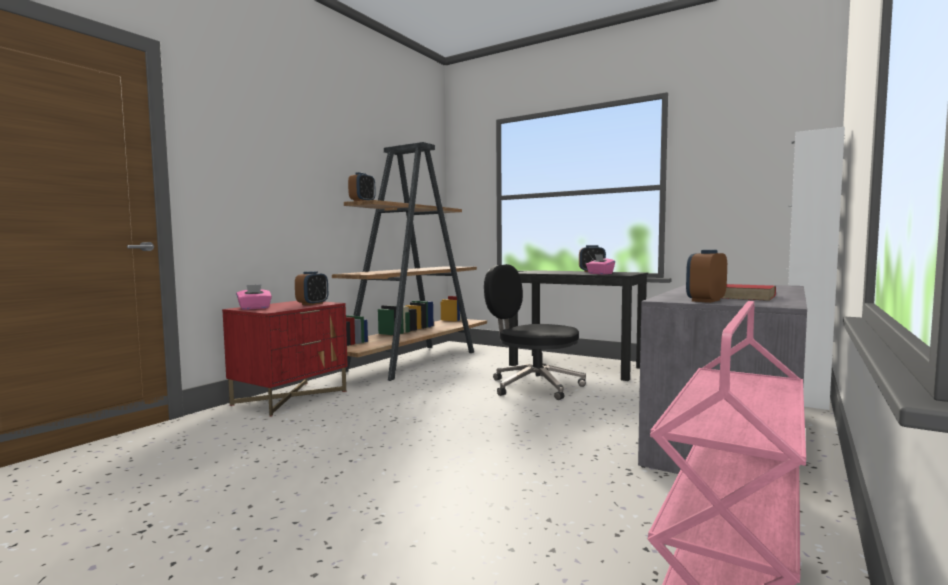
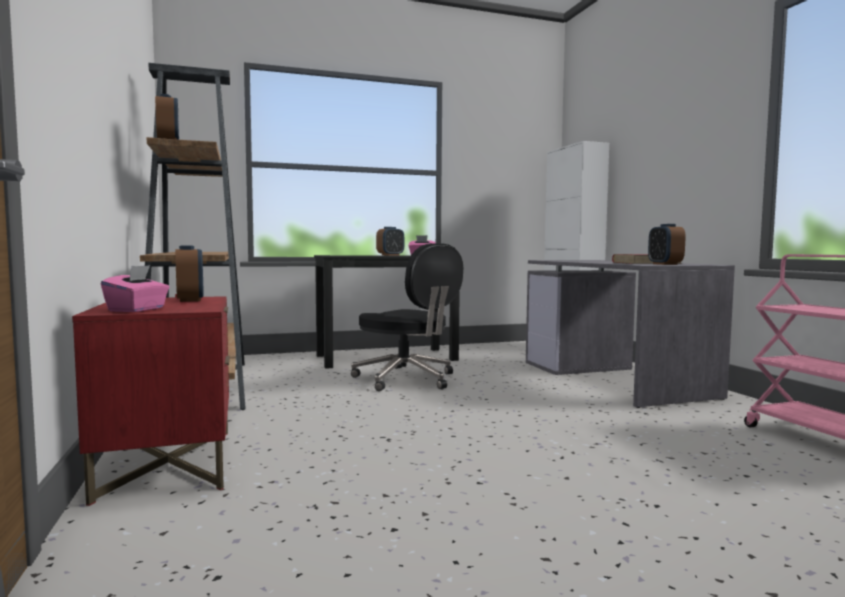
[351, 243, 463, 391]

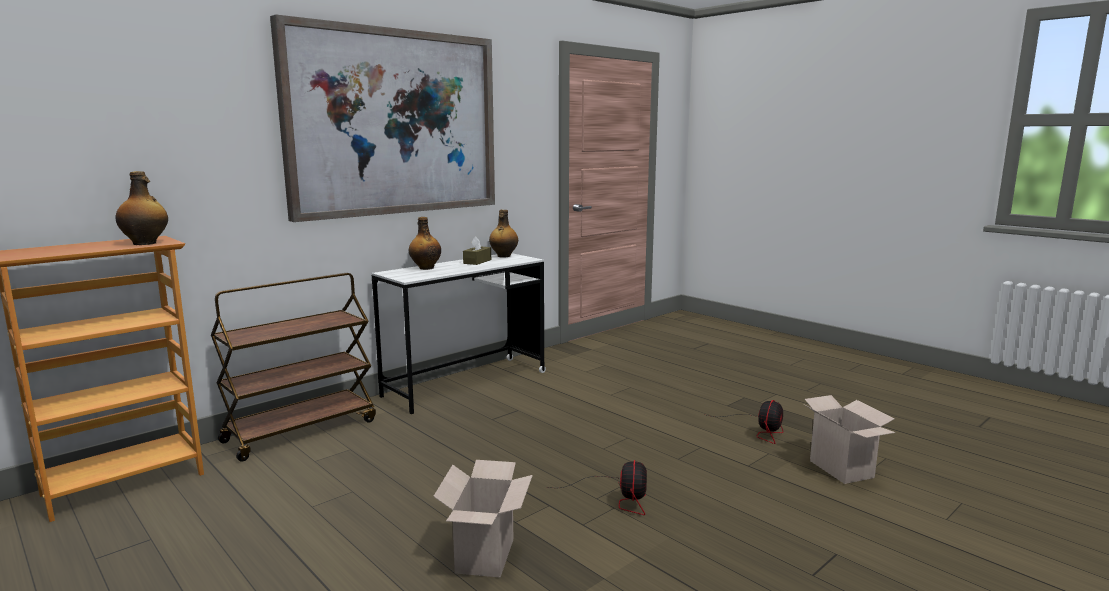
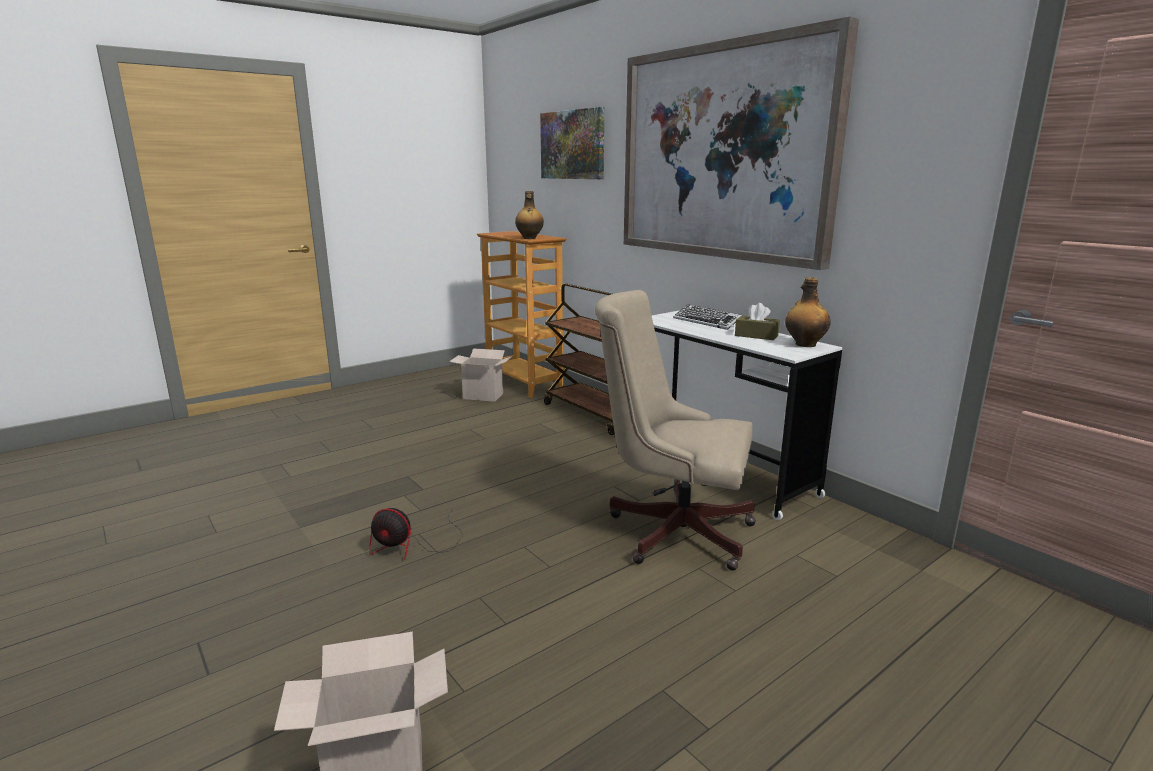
[673, 304, 742, 330]
[707, 400, 783, 444] (first image)
[449, 348, 512, 402]
[540, 107, 604, 179]
[595, 290, 756, 571]

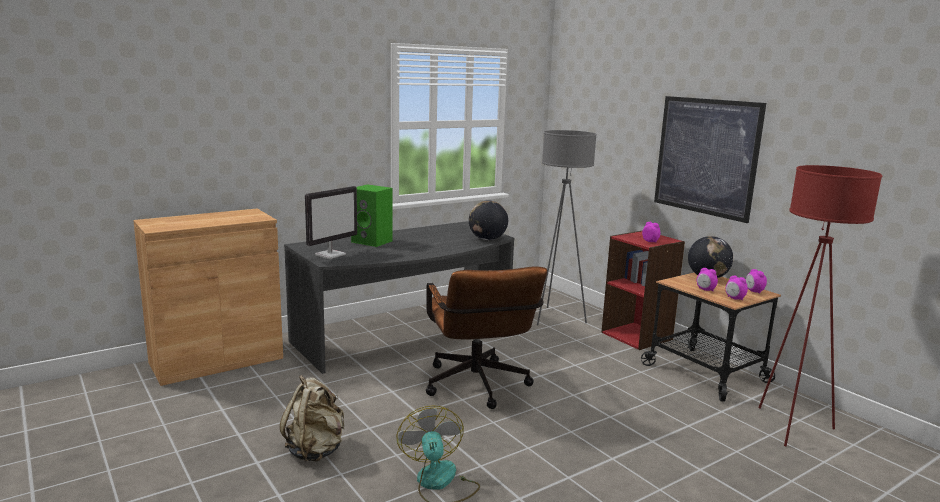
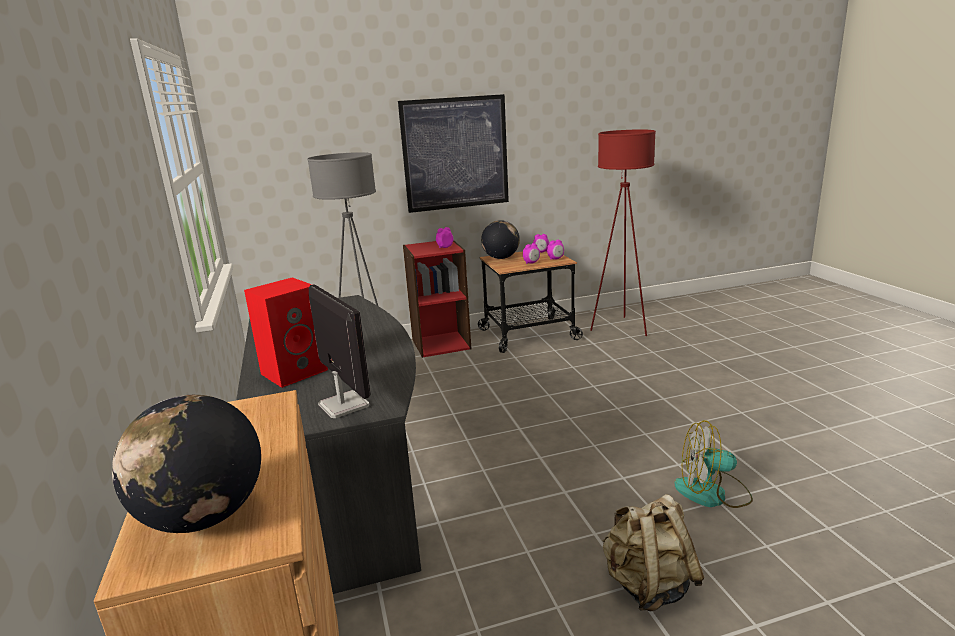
[244, 277, 328, 388]
[112, 395, 261, 533]
[426, 267, 547, 409] (first image)

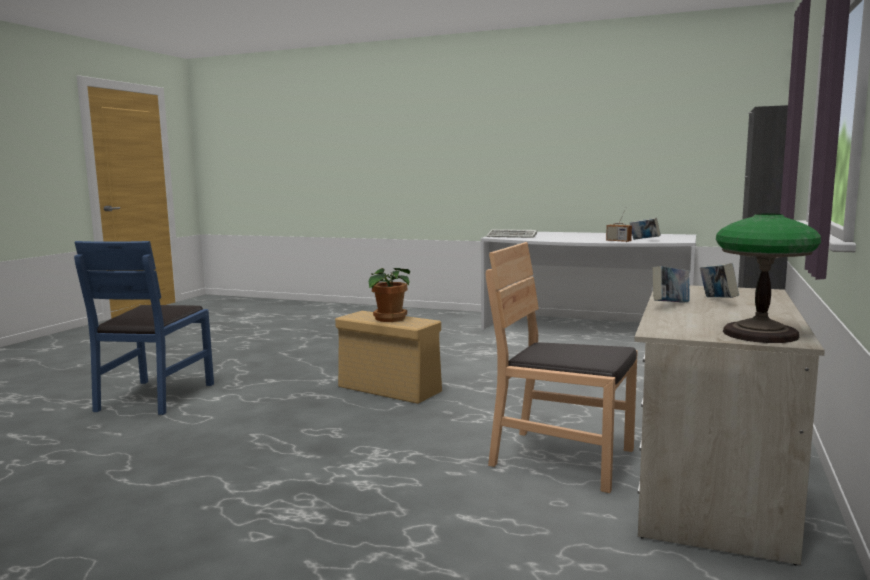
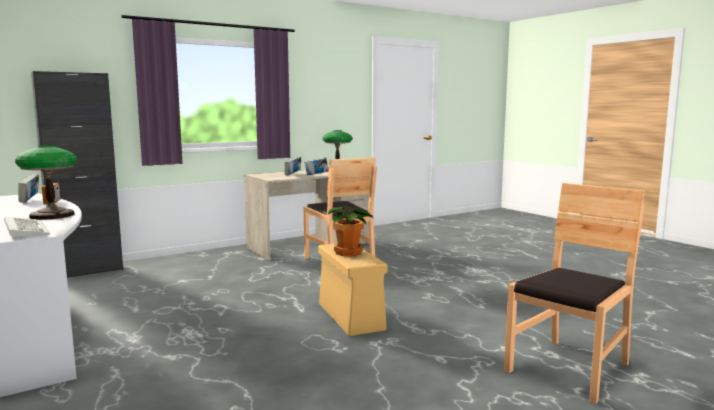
[504, 183, 645, 404]
[15, 145, 77, 220]

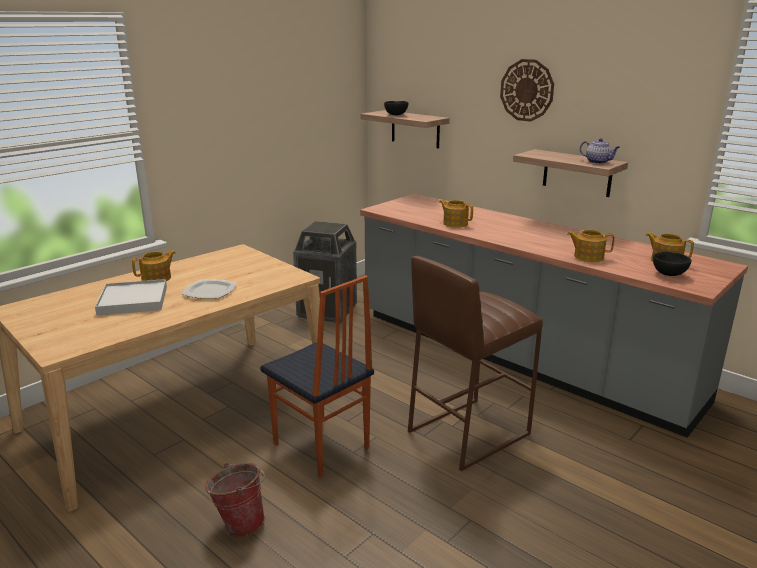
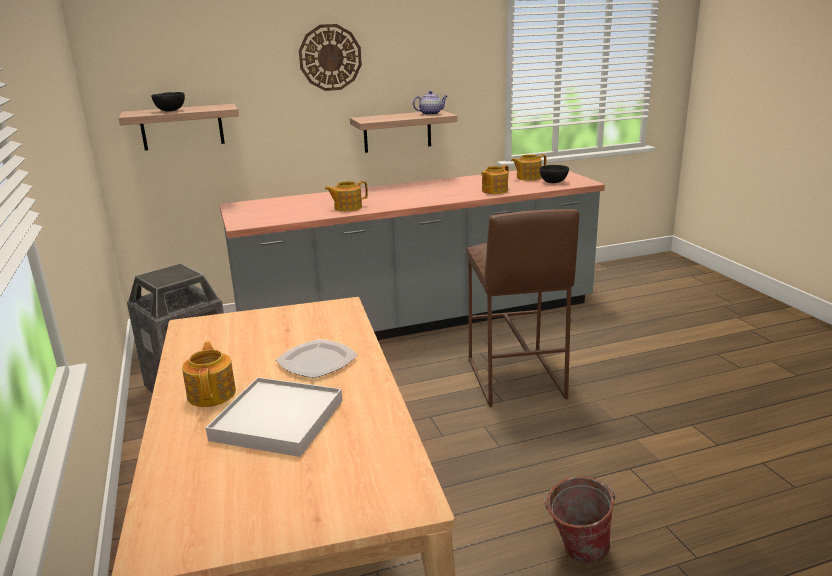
[260, 275, 374, 478] (first image)

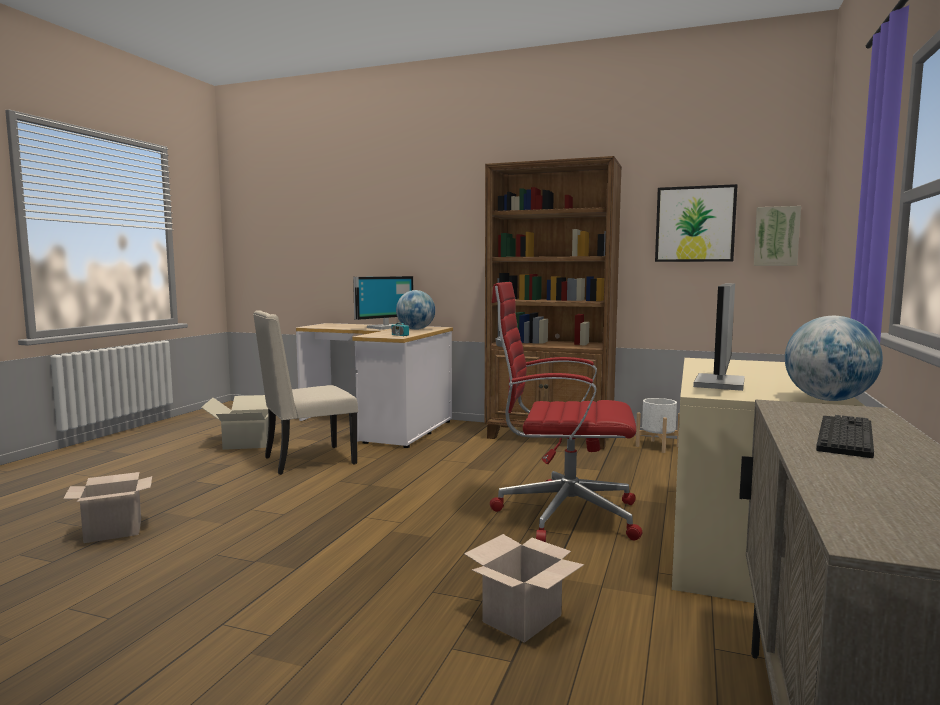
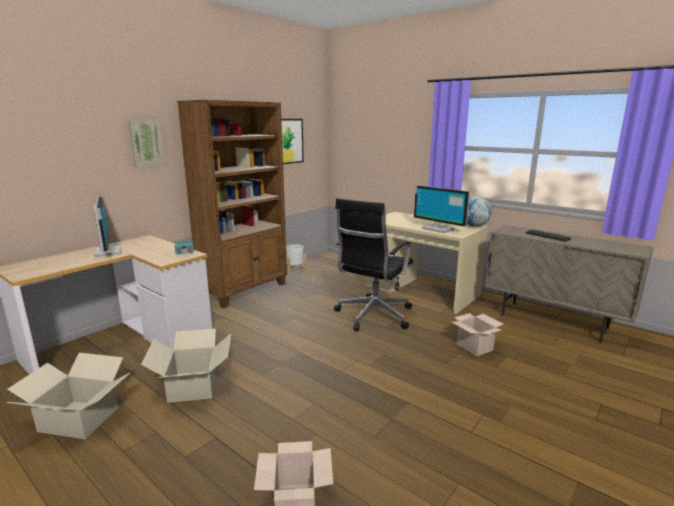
[128, 121, 165, 167]
[334, 198, 413, 331]
[396, 290, 435, 330] (first image)
[141, 329, 231, 403]

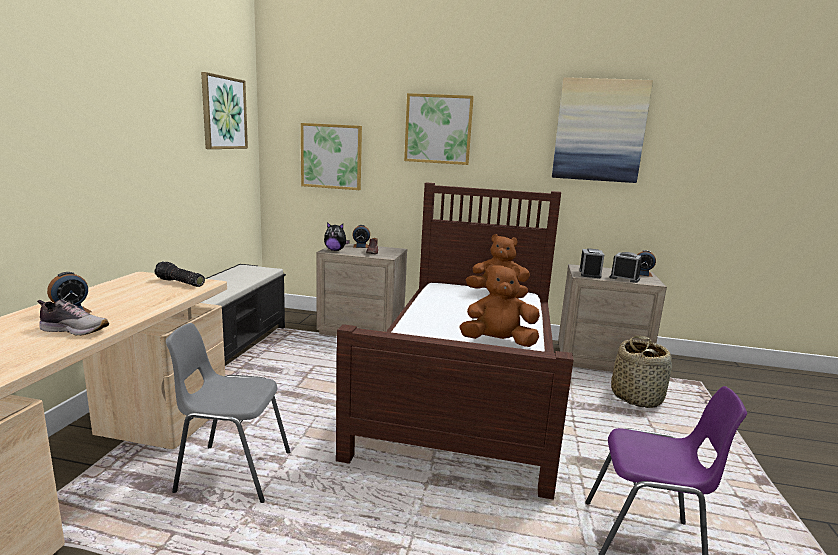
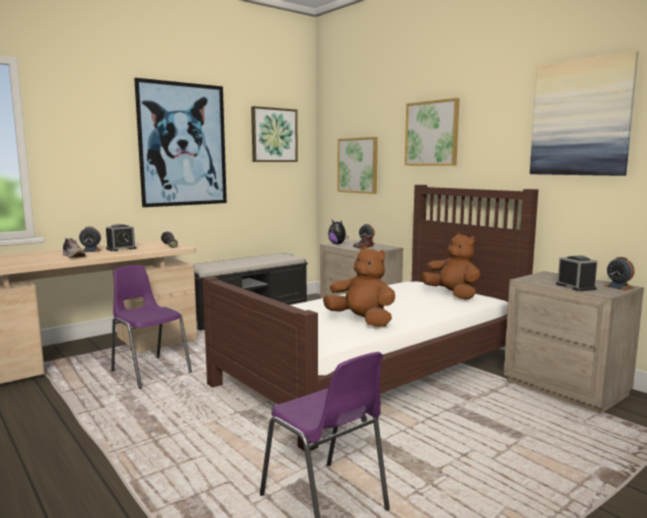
[106, 224, 137, 251]
[111, 265, 192, 389]
[611, 336, 672, 408] (first image)
[134, 78, 227, 207]

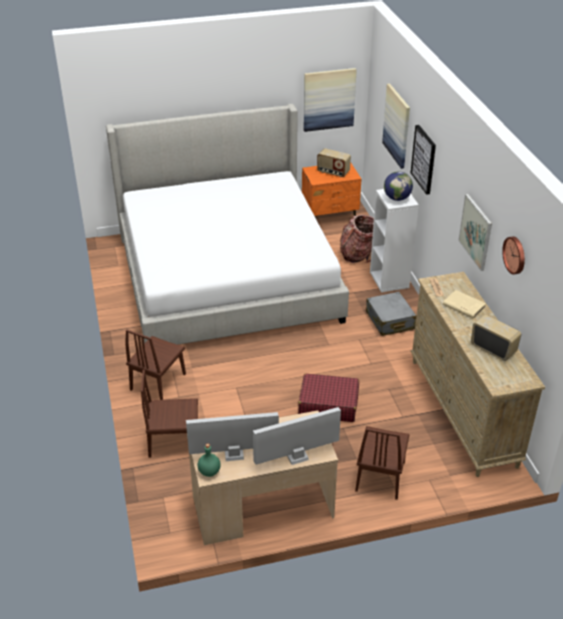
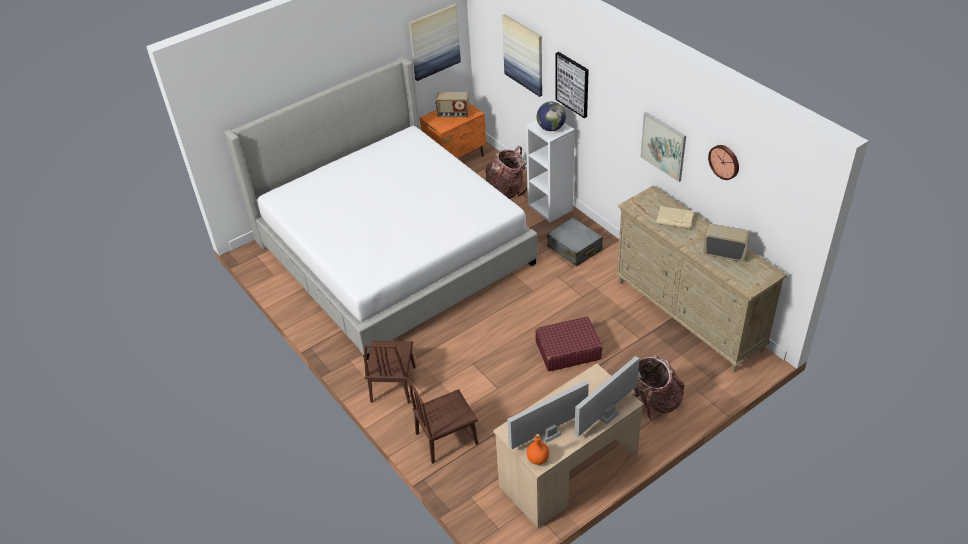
[633, 355, 685, 421]
[527, 434, 549, 465]

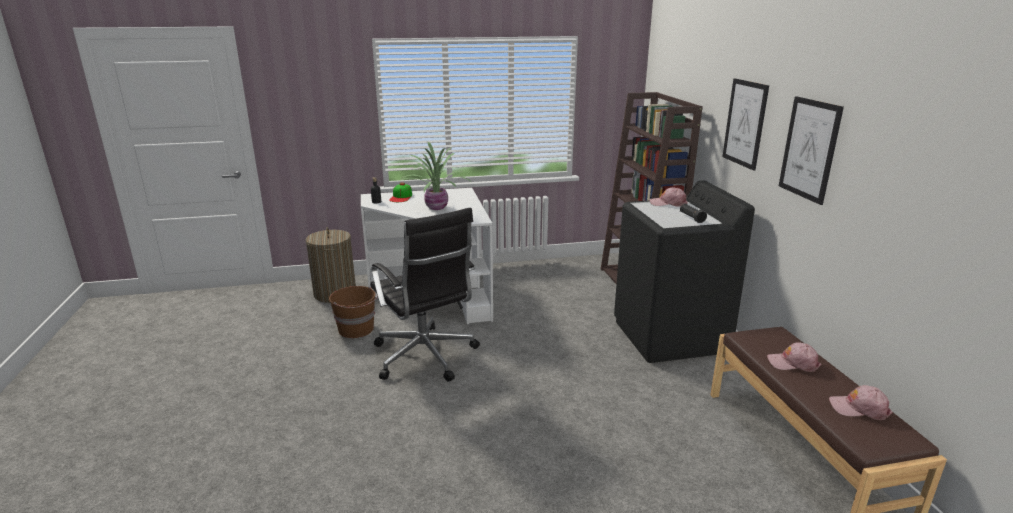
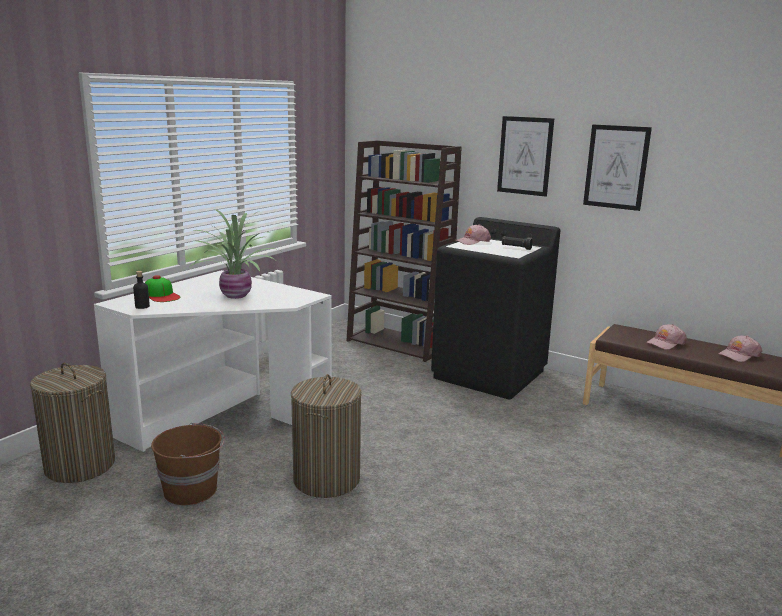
[291, 374, 362, 498]

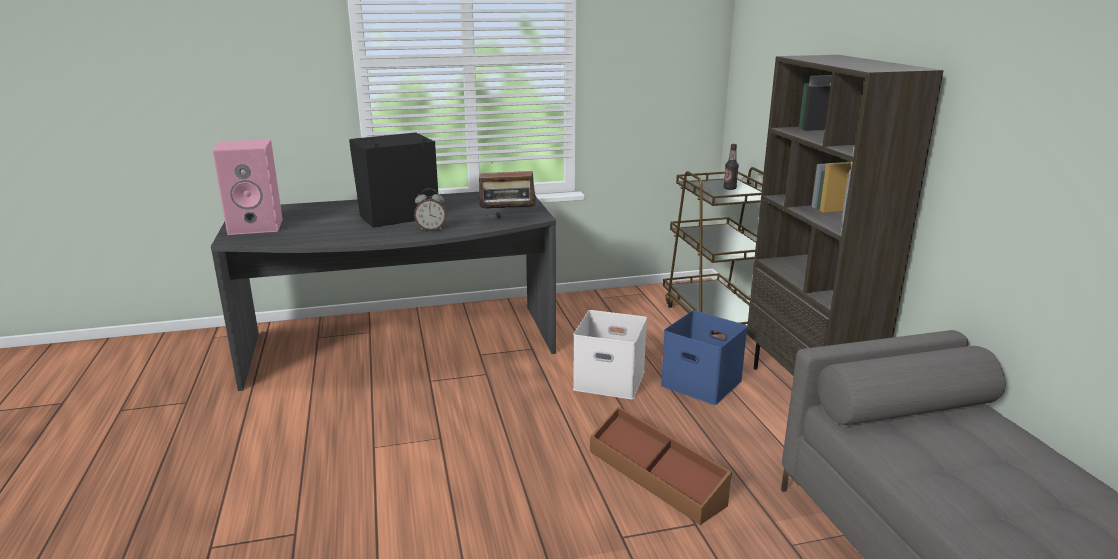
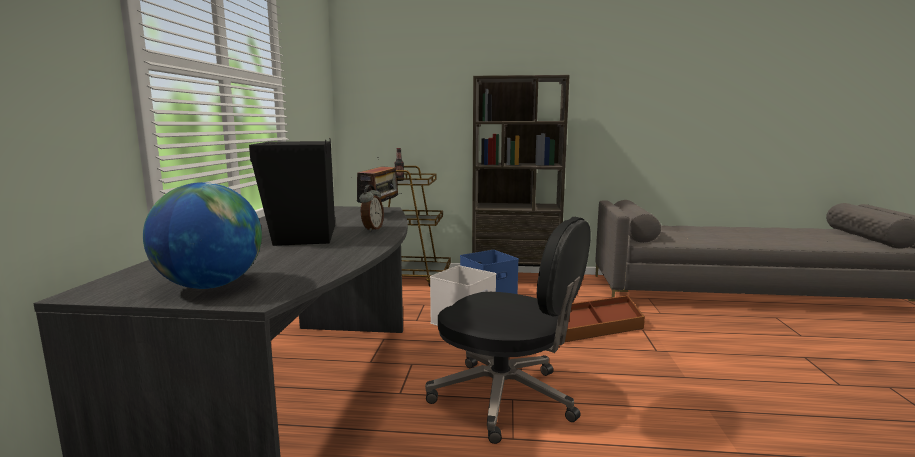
[143, 182, 262, 289]
[425, 217, 591, 444]

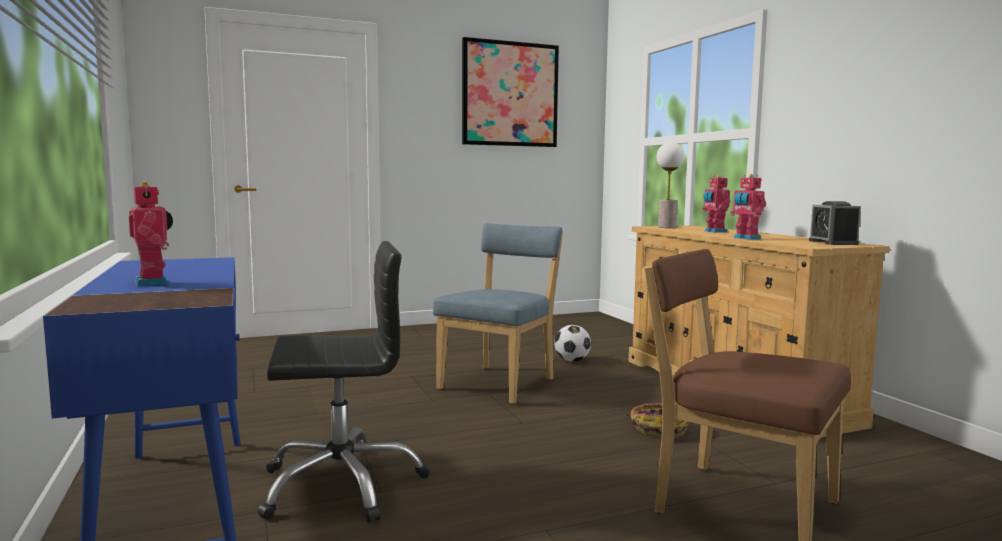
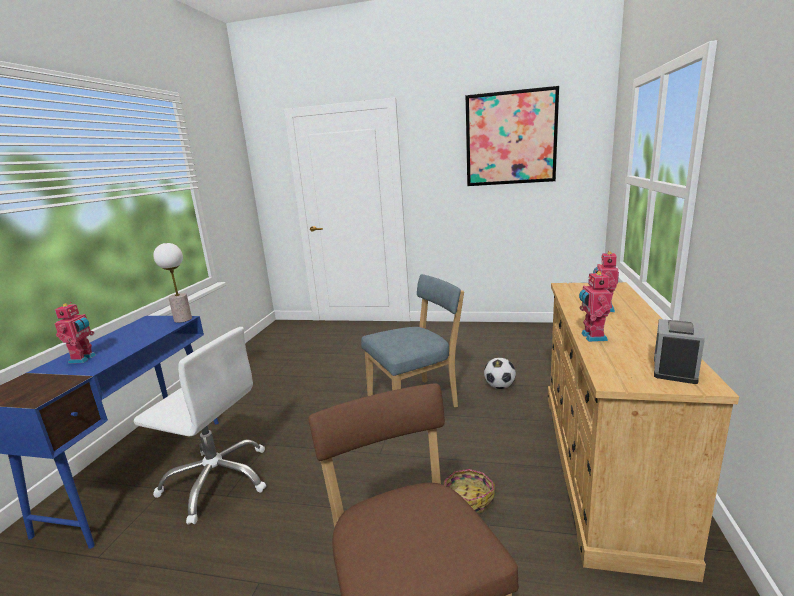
[153, 243, 192, 323]
[134, 327, 266, 524]

